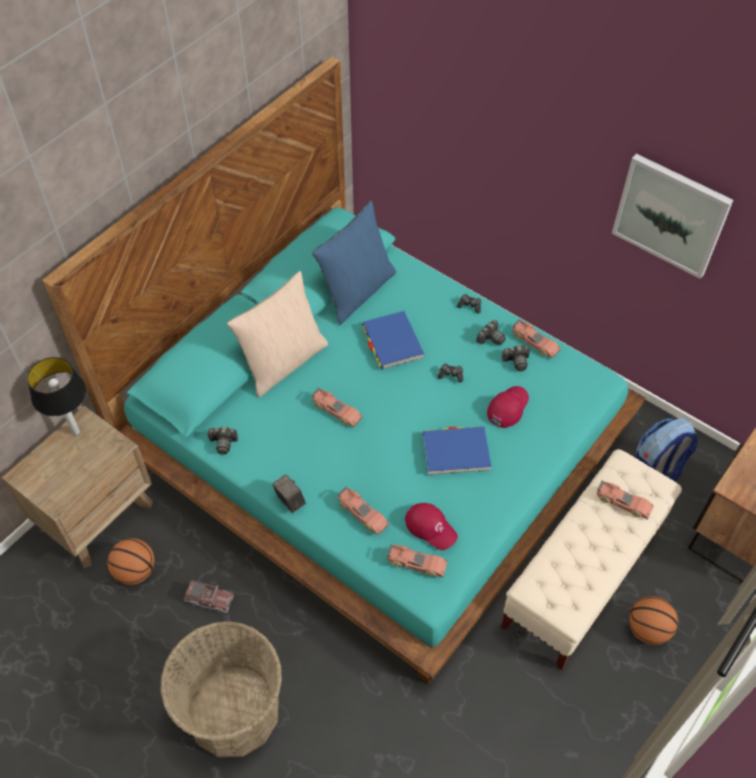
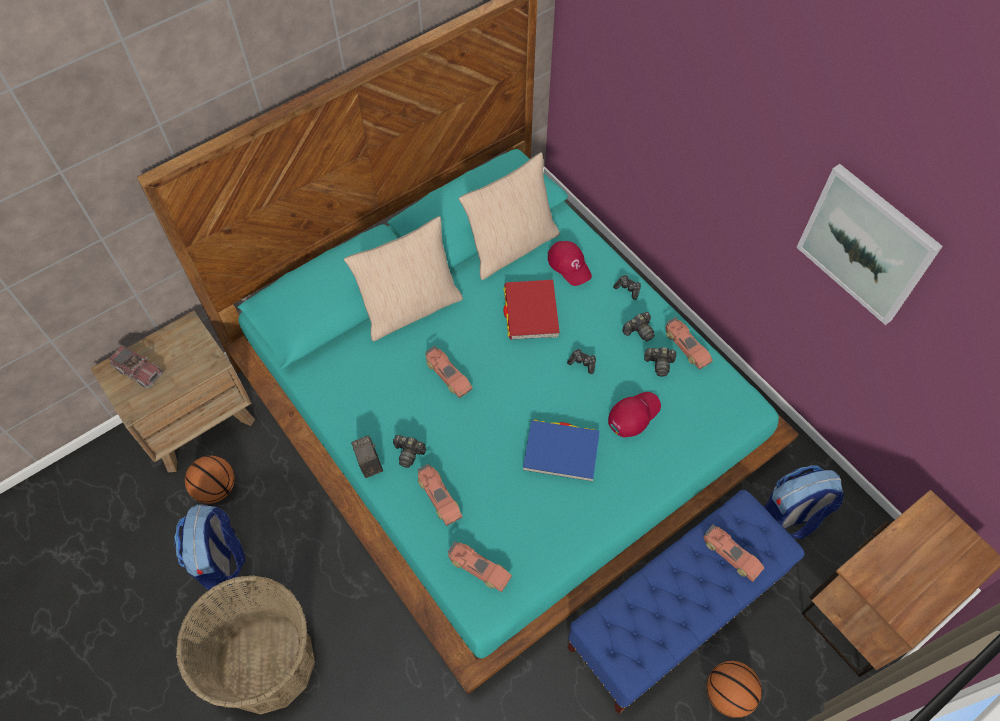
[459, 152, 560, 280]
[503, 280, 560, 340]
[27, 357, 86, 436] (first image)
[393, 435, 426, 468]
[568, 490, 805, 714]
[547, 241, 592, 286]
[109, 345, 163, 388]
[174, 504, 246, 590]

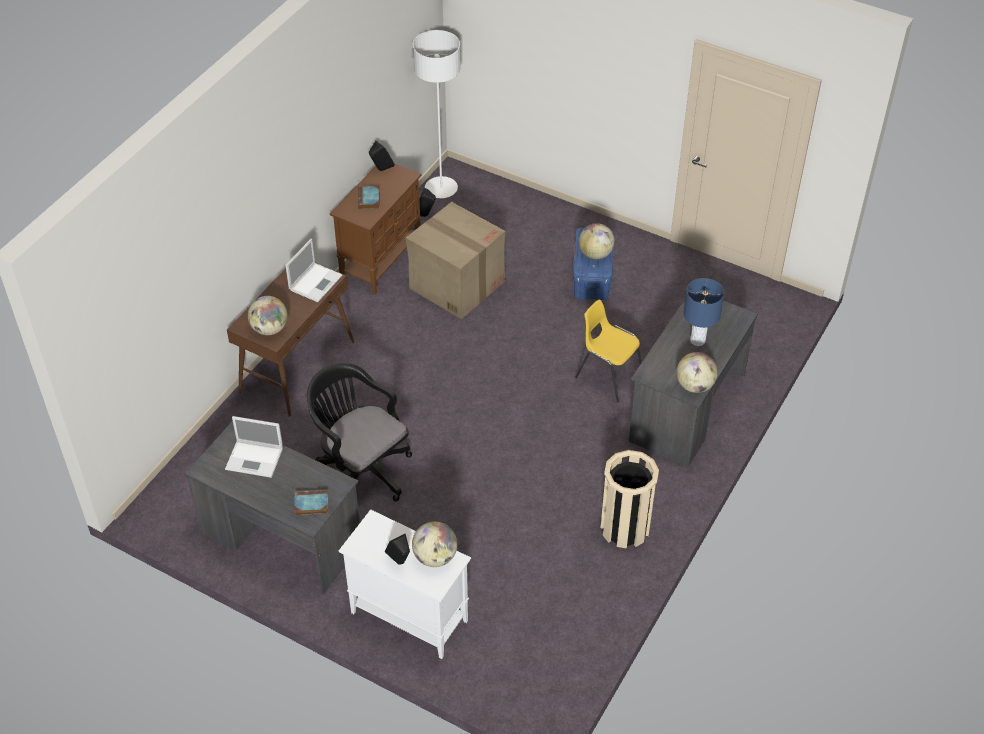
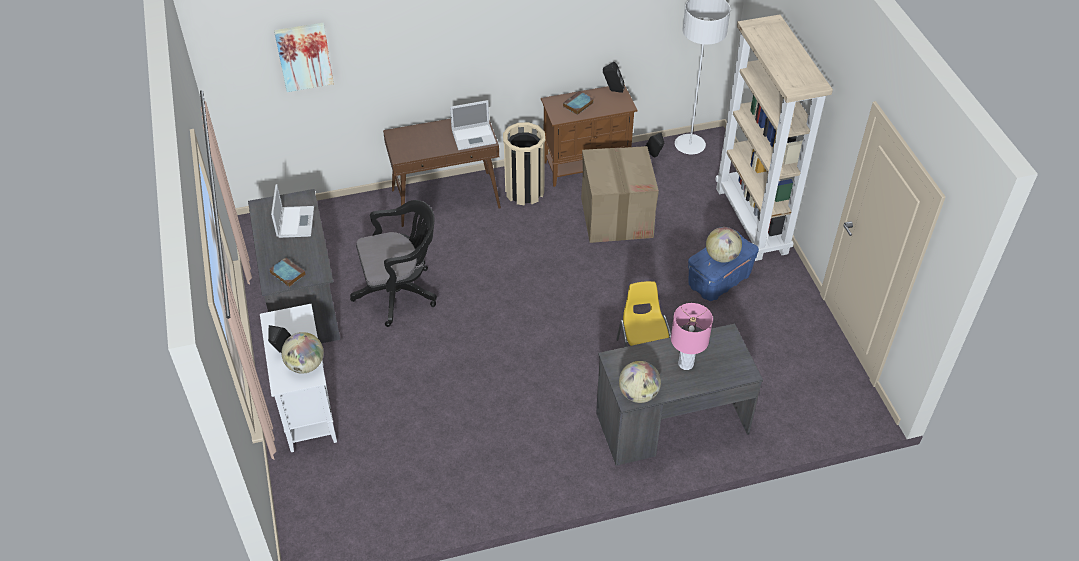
[671, 303, 713, 370]
[248, 296, 288, 335] (first image)
[350, 200, 437, 327]
[271, 184, 314, 238]
[503, 122, 545, 206]
[715, 14, 833, 261]
[274, 23, 334, 92]

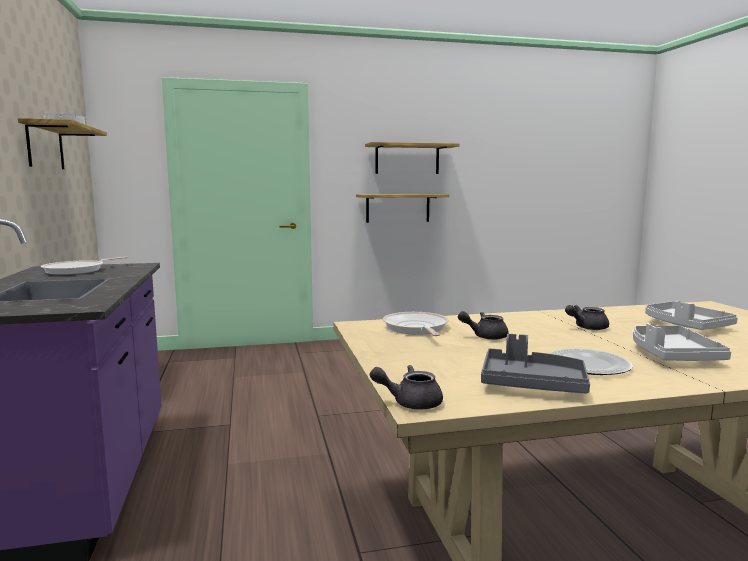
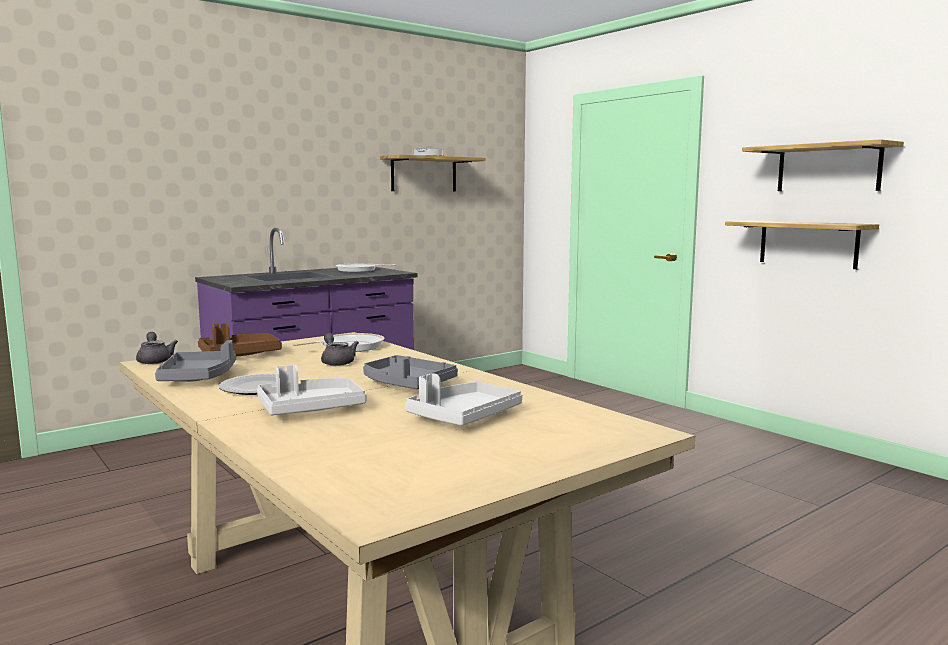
[363, 355, 458, 389]
[198, 323, 282, 356]

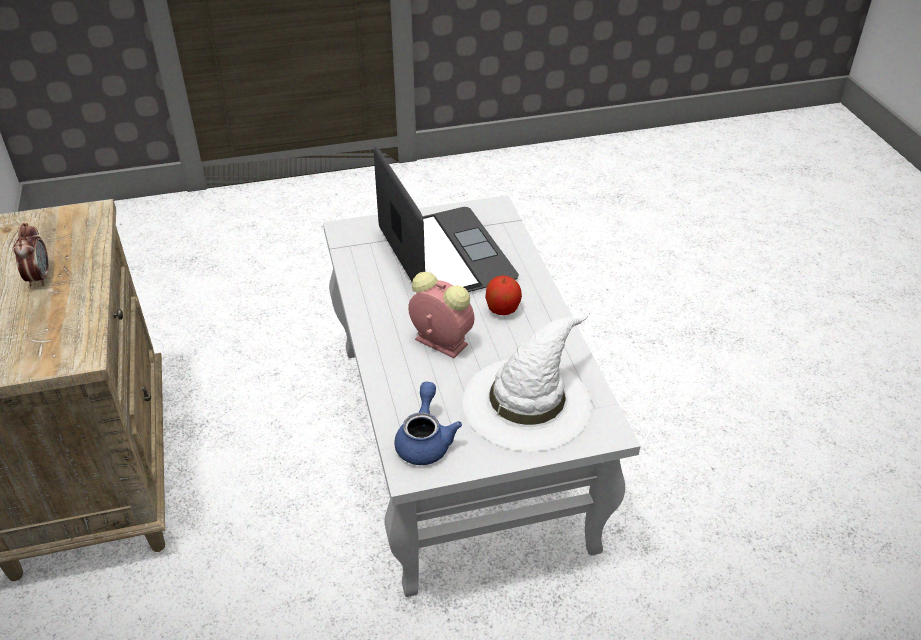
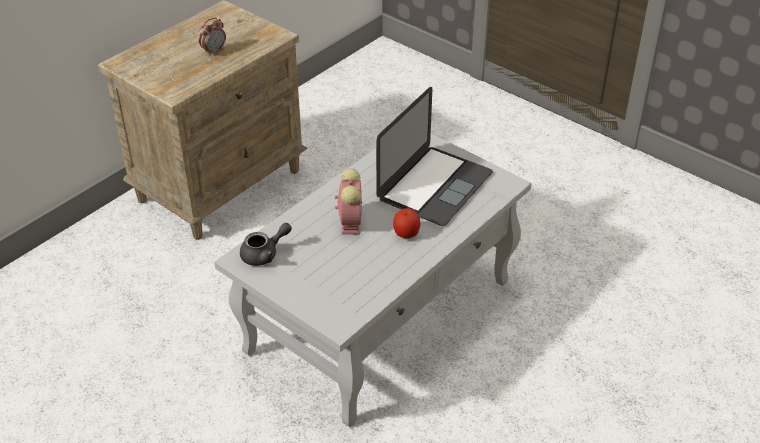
[463, 312, 592, 452] (first image)
[240, 223, 292, 266]

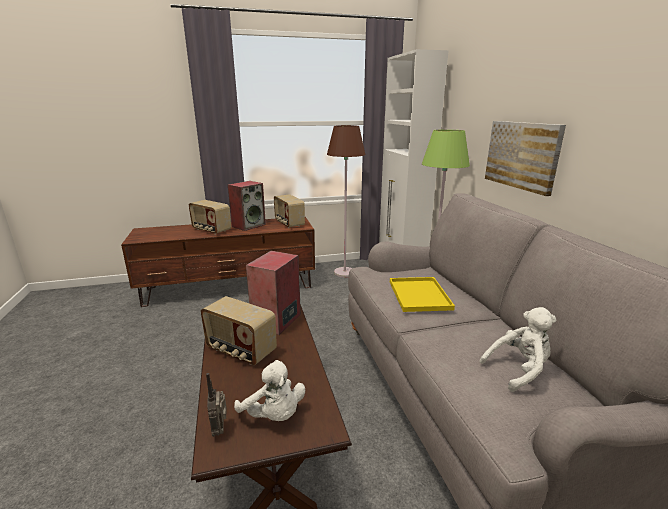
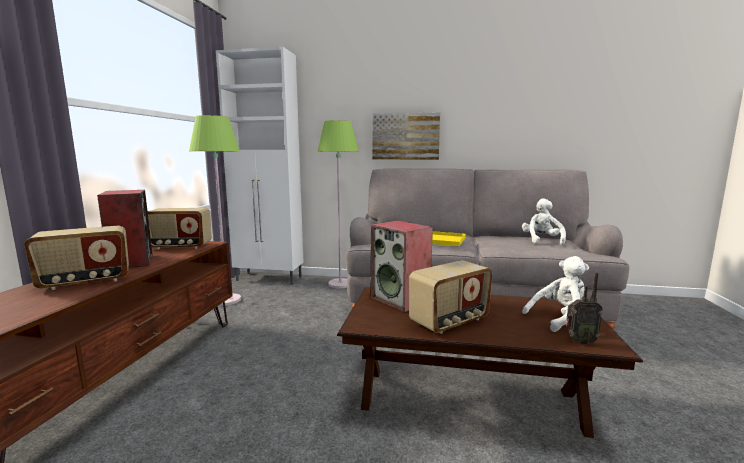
[189, 115, 241, 306]

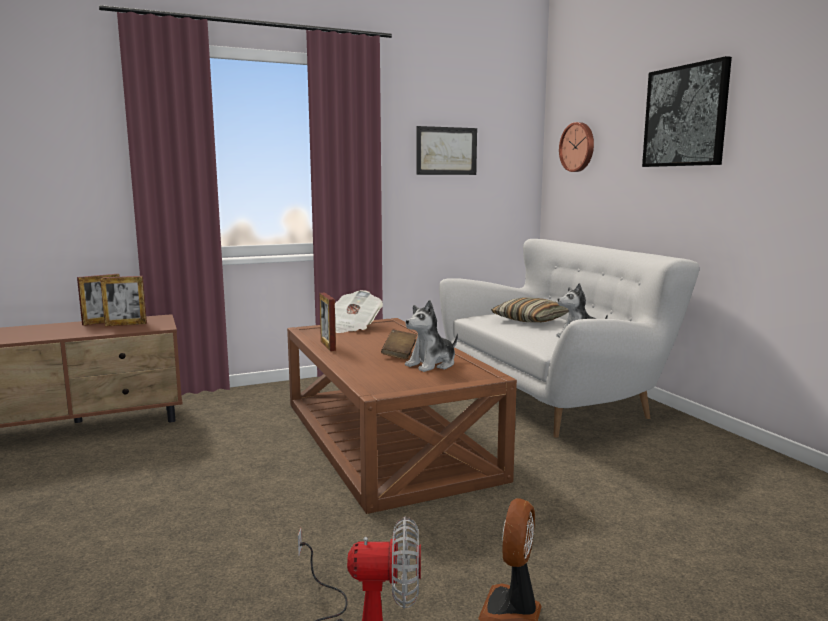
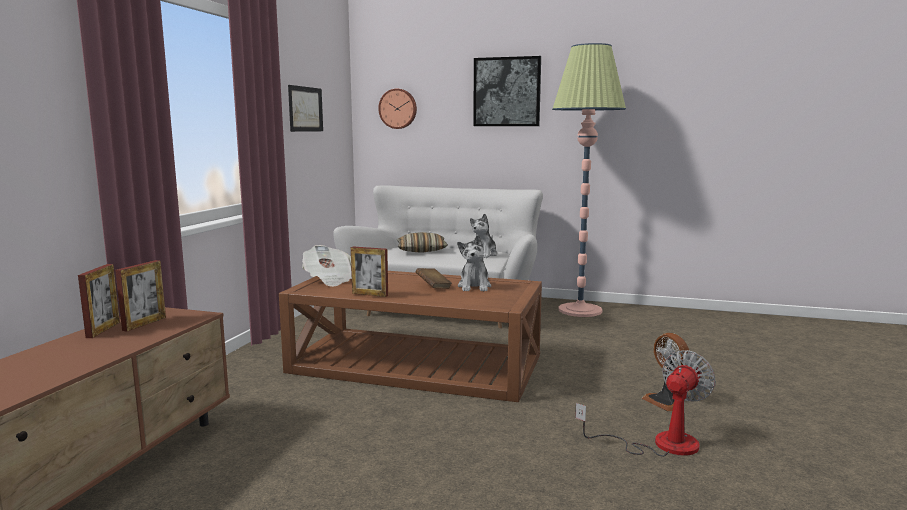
[552, 43, 626, 317]

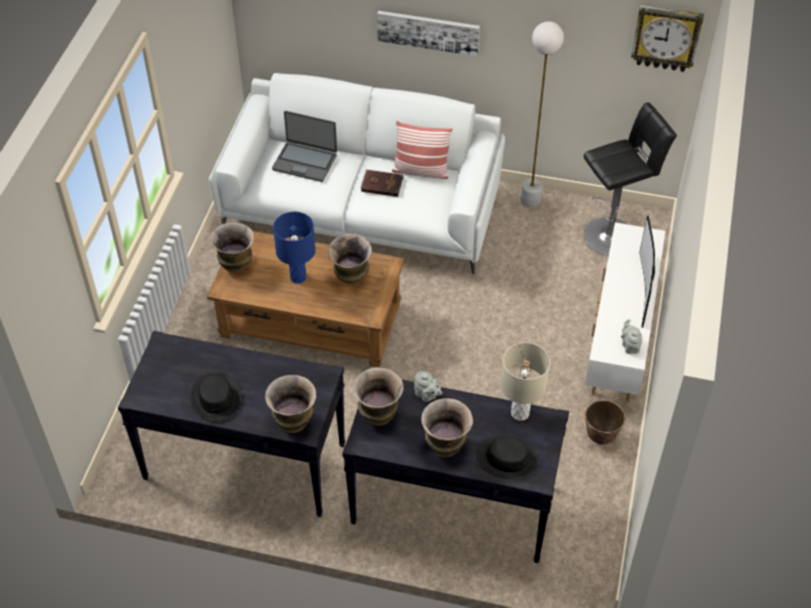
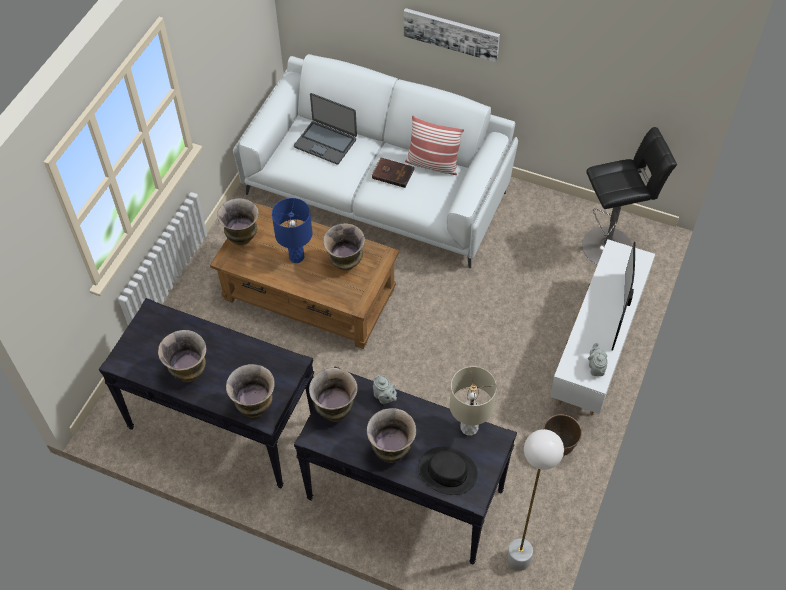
[631, 5, 704, 72] (first image)
[507, 429, 564, 571]
[158, 330, 206, 382]

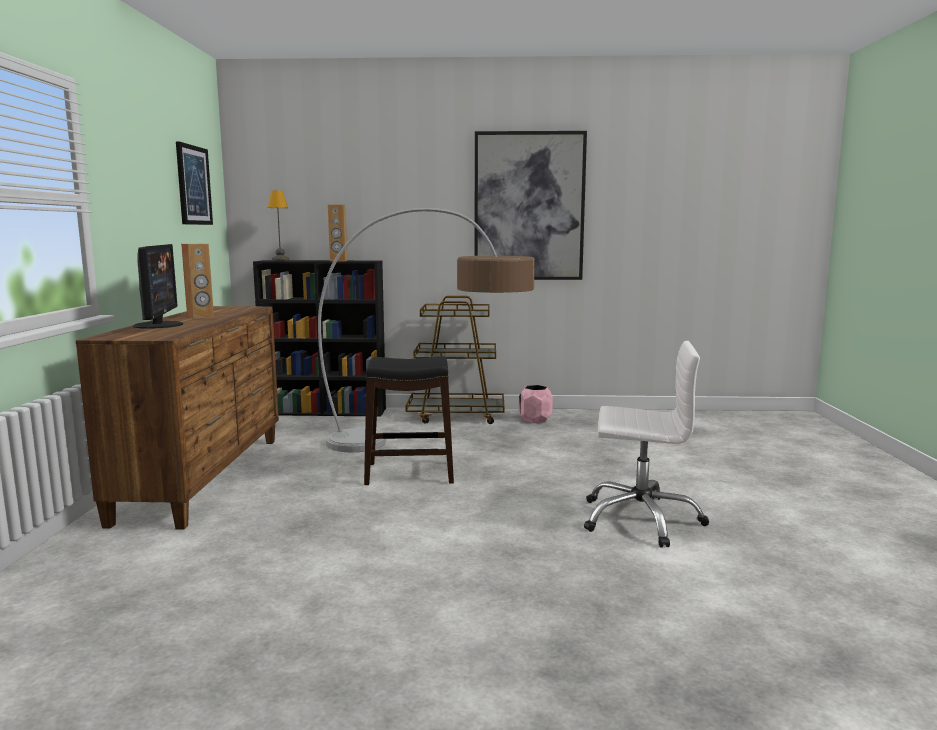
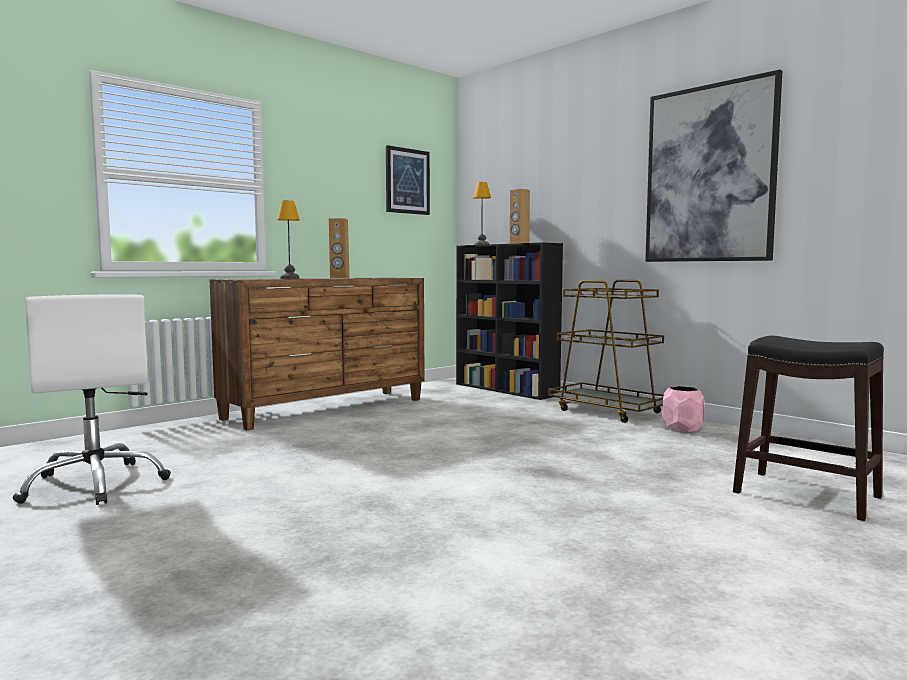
[318, 208, 535, 452] (first image)
[277, 200, 300, 279]
[13, 294, 171, 505]
[733, 336, 884, 521]

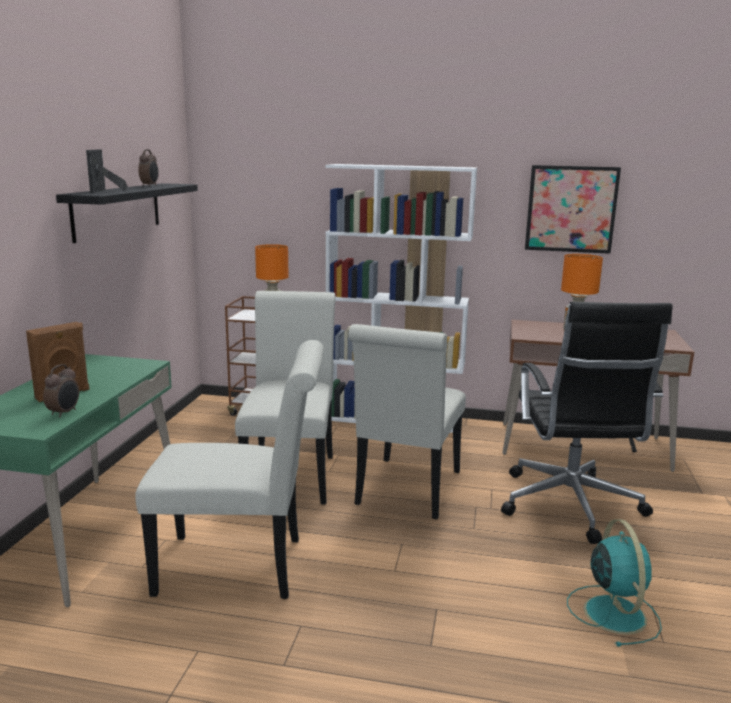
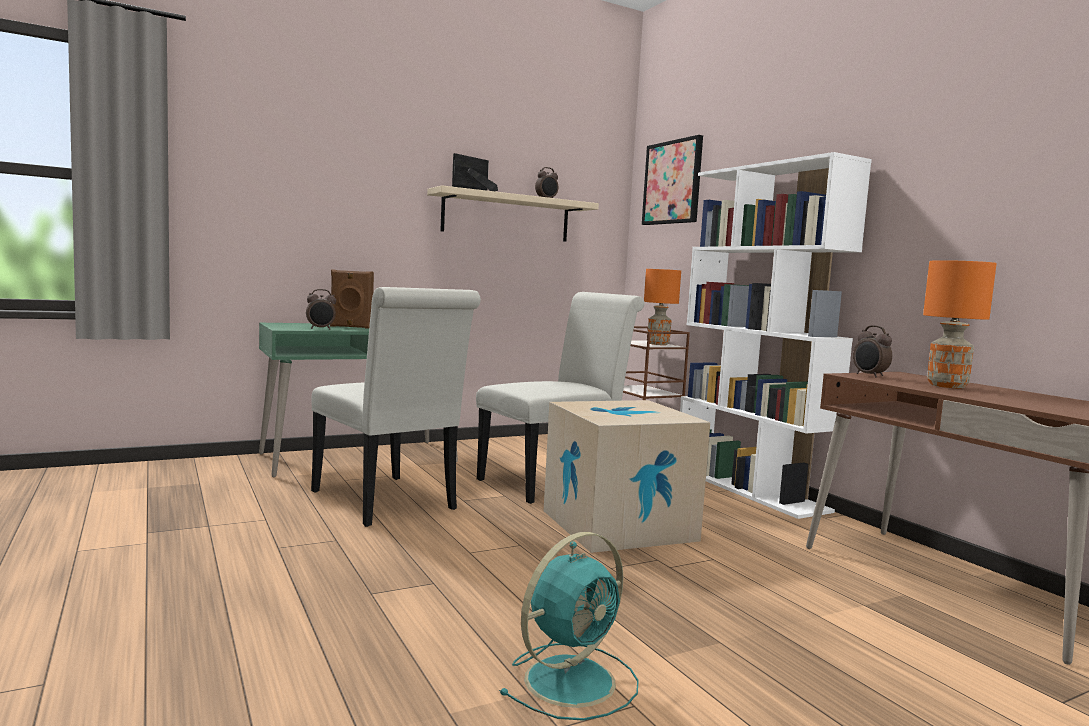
[642, 135, 703, 225]
[427, 185, 599, 242]
[501, 302, 673, 544] (first image)
[544, 400, 710, 553]
[853, 325, 892, 377]

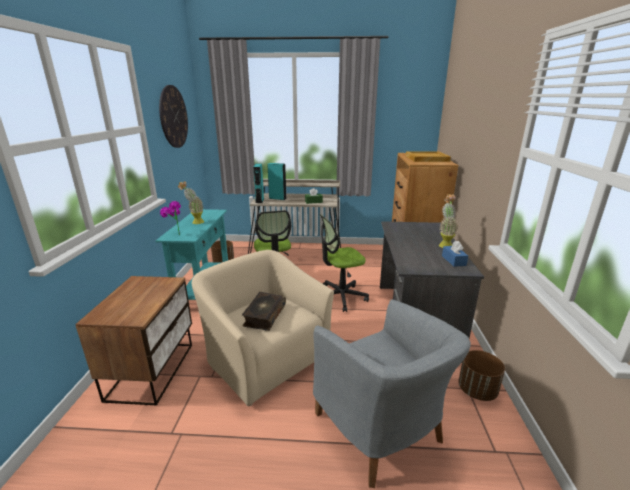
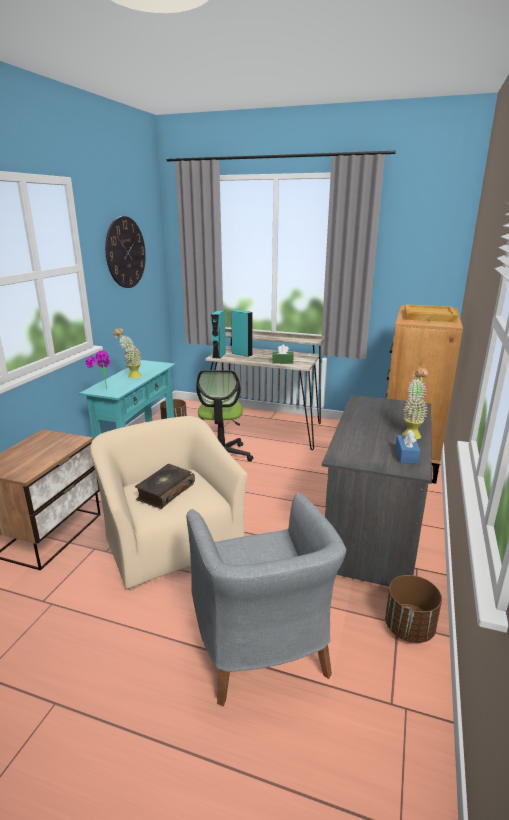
[320, 214, 369, 312] (first image)

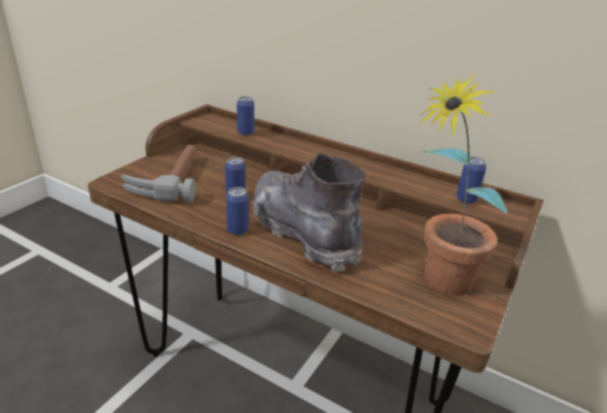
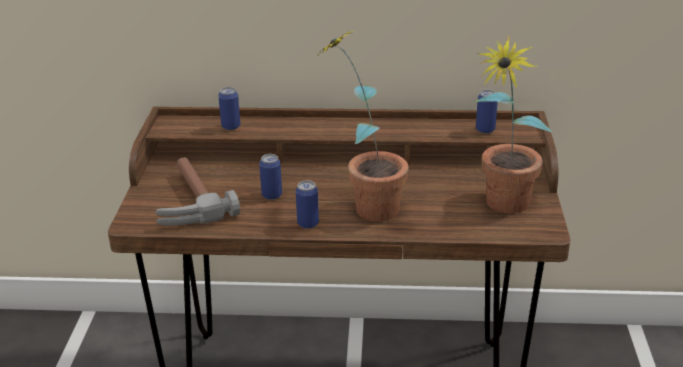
[312, 31, 409, 222]

